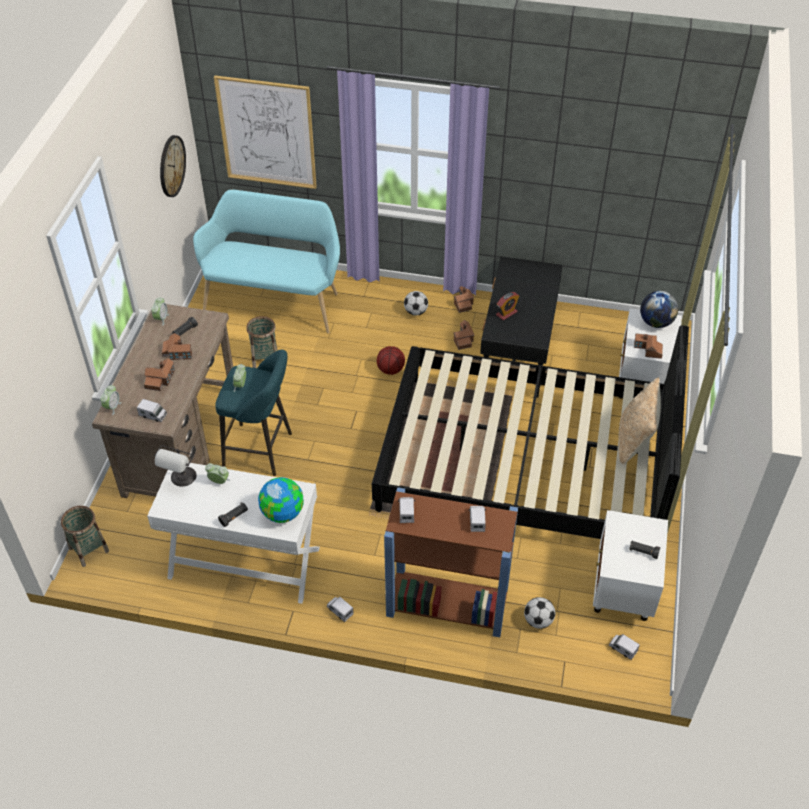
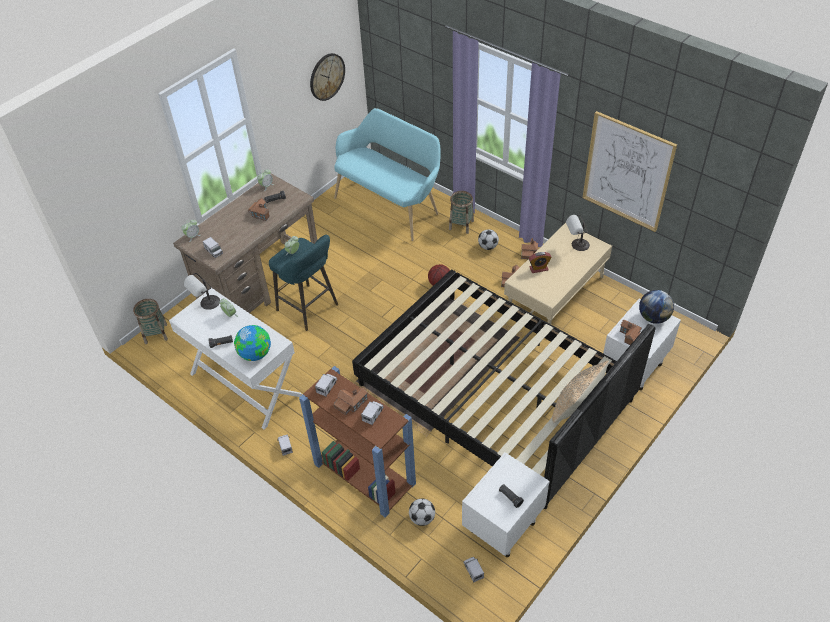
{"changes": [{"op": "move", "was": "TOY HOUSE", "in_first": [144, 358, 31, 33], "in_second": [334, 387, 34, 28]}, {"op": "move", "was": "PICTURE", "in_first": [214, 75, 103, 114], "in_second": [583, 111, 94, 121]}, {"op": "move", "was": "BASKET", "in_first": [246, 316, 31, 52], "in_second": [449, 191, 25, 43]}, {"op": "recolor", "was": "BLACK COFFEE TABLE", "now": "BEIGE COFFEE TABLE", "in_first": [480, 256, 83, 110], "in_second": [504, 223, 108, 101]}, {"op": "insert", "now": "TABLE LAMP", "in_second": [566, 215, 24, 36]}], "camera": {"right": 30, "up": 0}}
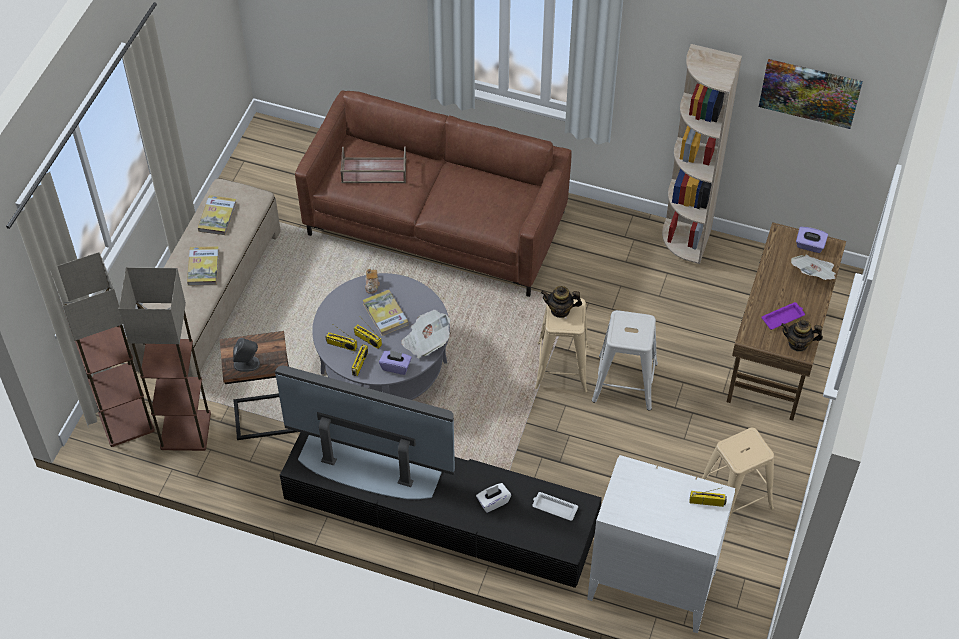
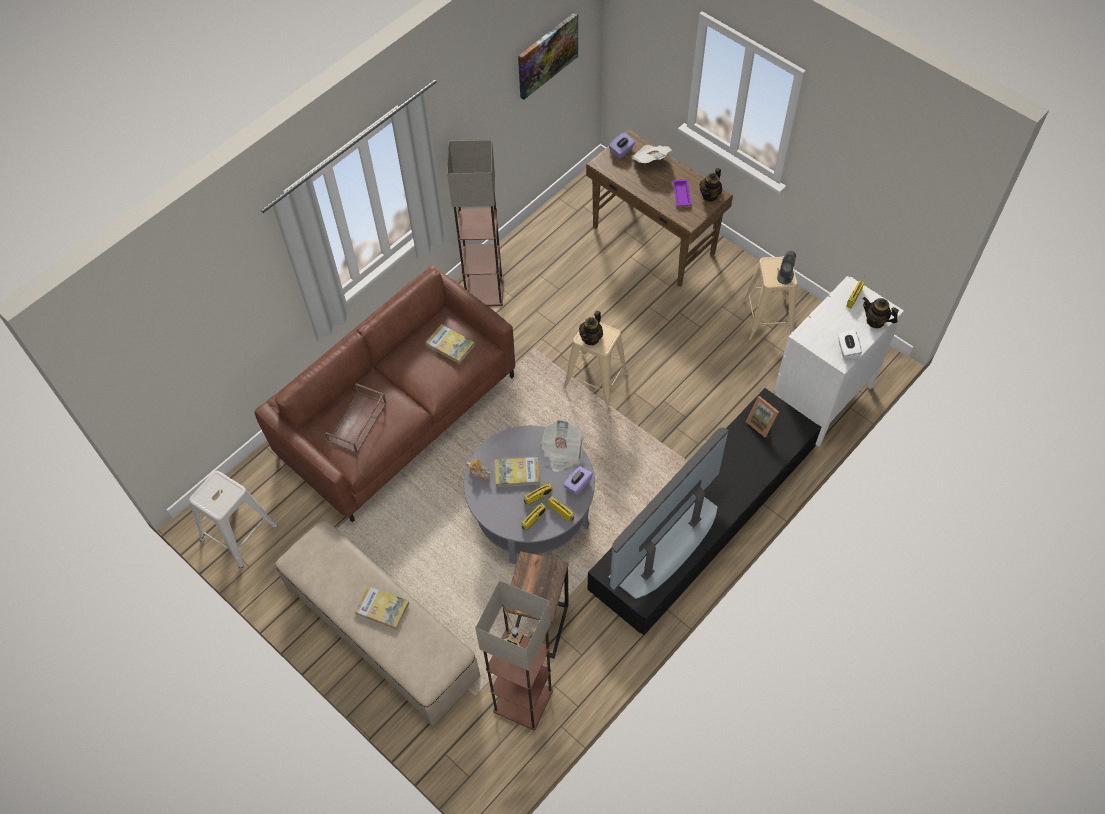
{"changes": [{"op": "move", "was": "FLOOR LAMP", "in_first": [50, 252, 105, 195], "in_second": [447, 140, 56, 166]}, {"op": "move", "was": "BOOK", "in_first": [198, 195, 39, 40], "in_second": [426, 324, 49, 40]}, {"op": "move", "was": "GREY SPEAKER", "in_first": [233, 338, 27, 34], "in_second": [777, 251, 19, 33]}, {"op": "move", "was": "WHITE TISSUE BOX", "in_first": [476, 483, 35, 30], "in_second": [838, 329, 24, 30]}, {"op": "replace", "was": "WHITE TRAY", "now": "PICTURE FRAME", "in_first": [532, 492, 46, 29], "in_second": [745, 396, 34, 41]}, {"op": "move", "was": "WHITE STOOL", "in_first": [592, 310, 66, 101], "in_second": [189, 471, 89, 97]}, {"op": "delete", "was": "BEIGE BOOKCASE", "in_first": [662, 44, 80, 220]}, {"op": "insert", "now": "TEAPOT", "in_second": [863, 297, 36, 31]}], "camera": {"right": -65, "up": 5}}
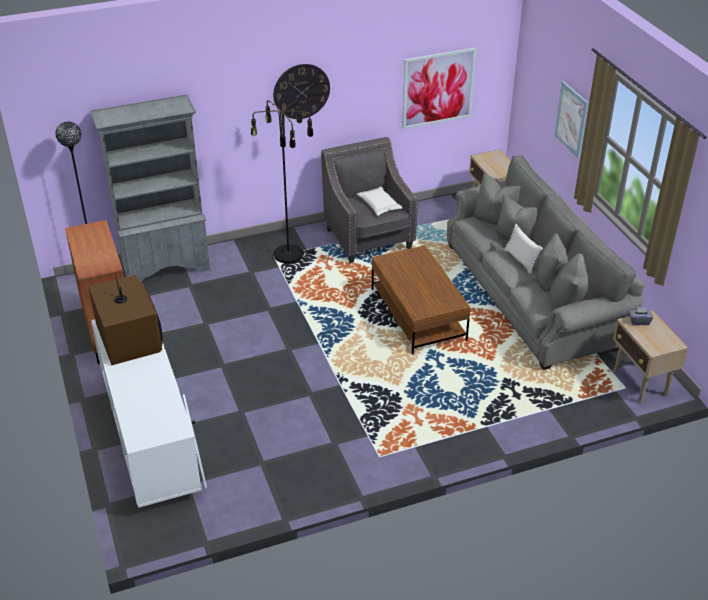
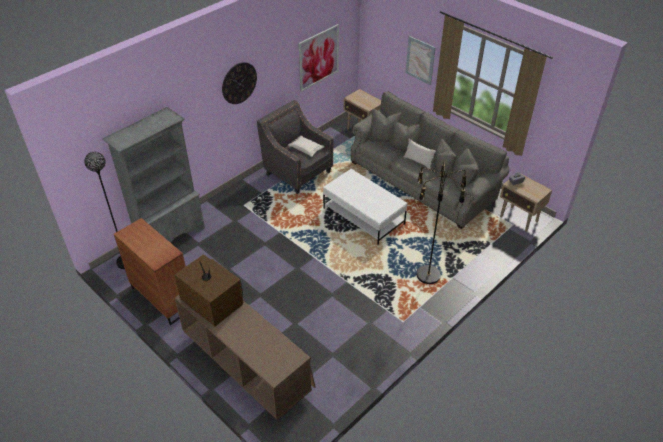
{"changes": [{"op": "recolor", "was": "WHITE TV STAND", "now": "BROWN TV STAND", "in_first": [91, 320, 116, 188], "in_second": [175, 295, 140, 125]}, {"op": "move", "was": "FLOOR LAMP", "in_first": [251, 100, 62, 163], "in_second": [416, 160, 50, 124]}, {"op": "recolor", "was": "BROWN COFFEE TABLE", "now": "WHITE COFFEE TABLE", "in_first": [372, 245, 98, 109], "in_second": [323, 169, 84, 76]}], "camera": {"right": -25, "up": 5}}
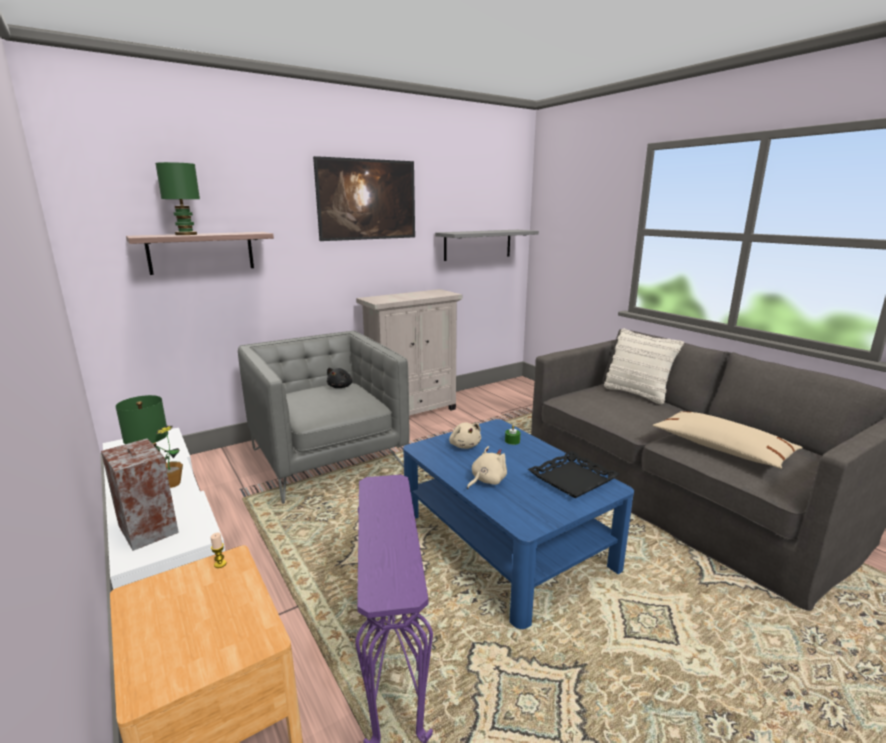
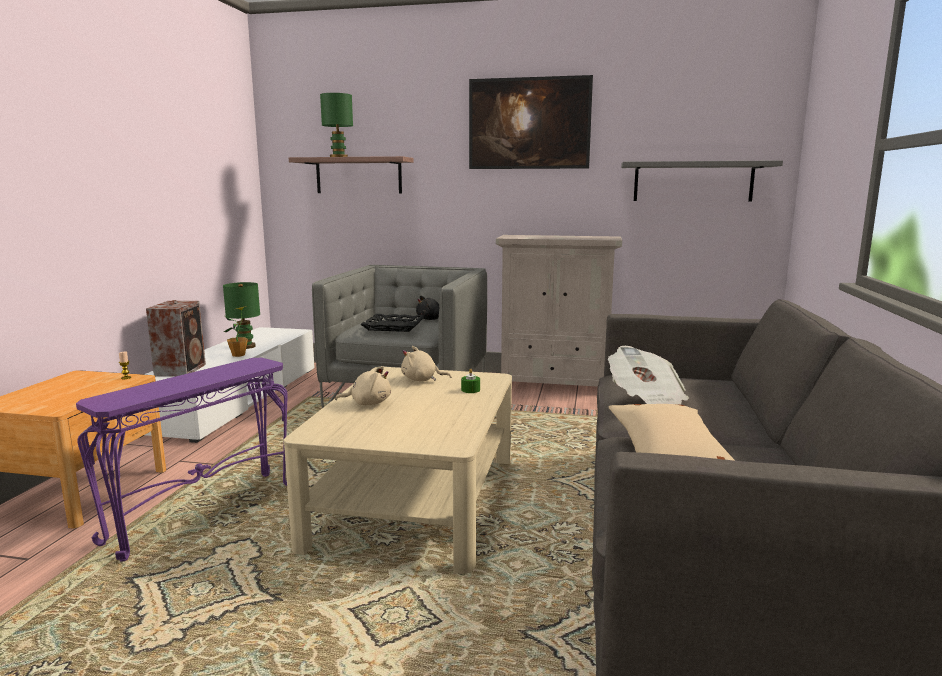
{"changes": [{"op": "recolor", "was": "BLUE COFFEE TABLE", "now": "BEIGE COFFEE TABLE", "in_first": [403, 419, 231, 210], "in_second": [284, 367, 228, 207]}, {"op": "rotate", "was": "BEIGE PLUSH TOY", "in_first": [449, 422, 32, 27], "in_second": [401, 346, 50, 35], "clockwise": 75}, {"op": "move", "was": "BLACK TRAY", "in_first": [528, 451, 92, 47], "in_second": [360, 314, 65, 18]}, {"op": "delete", "was": "BEIGE PILLOW", "in_first": [604, 328, 80, 76]}, {"op": "insert", "now": "NEWSPAPER", "in_second": [608, 346, 81, 59]}], "camera": {"right": 45, "up": -5}}
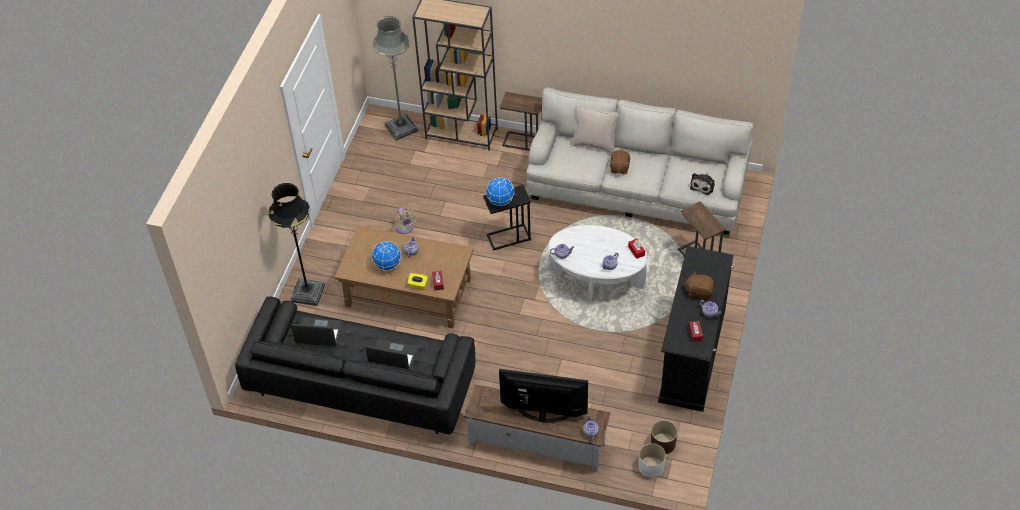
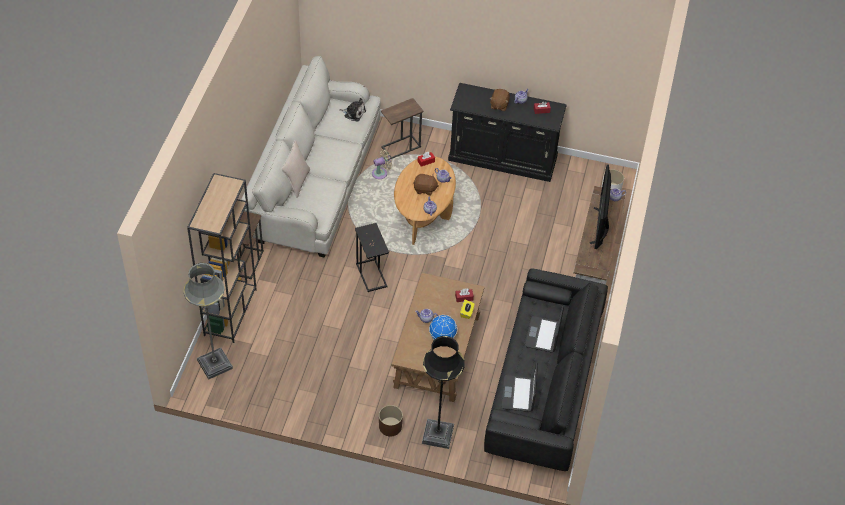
{"changes": [{"op": "move", "was": "BEIGE FAN", "in_first": [394, 207, 23, 27], "in_second": [372, 149, 20, 30]}, {"op": "delete", "was": "GLOBE", "in_first": [486, 178, 29, 28]}, {"op": "recolor", "was": "WHITE COFFEE TABLE", "now": "BROWN COFFEE TABLE", "in_first": [548, 225, 99, 78], "in_second": [394, 157, 62, 88]}, {"op": "move", "was": "BROWN PLUSH TOY", "in_first": [609, 150, 21, 24], "in_second": [413, 174, 26, 22]}, {"op": "move", "was": "BROWN PLANTER", "in_first": [651, 420, 27, 34], "in_second": [379, 405, 24, 31]}], "camera": {"right": -95, "up": 0}}
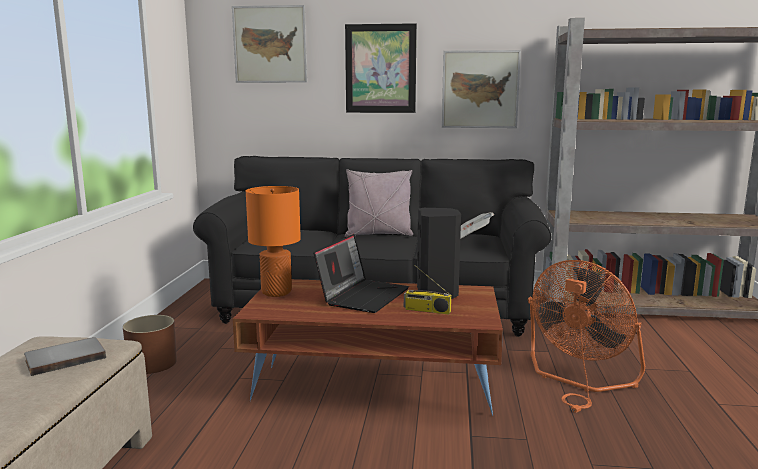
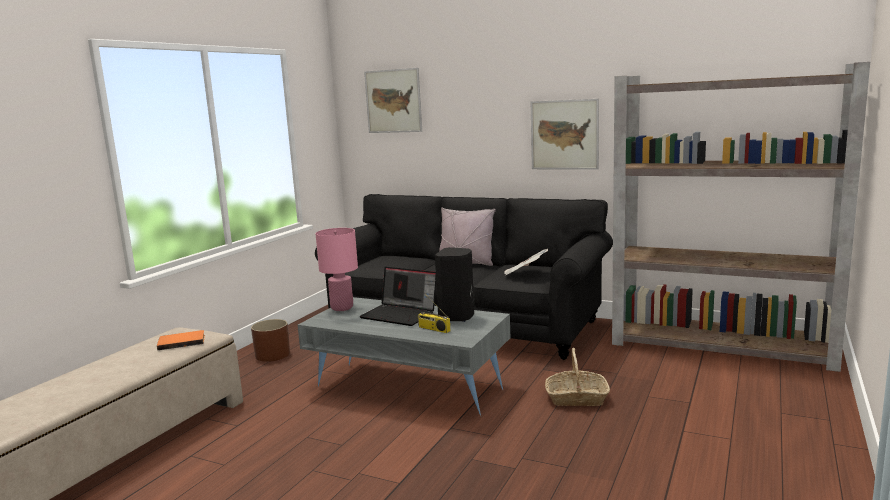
{"changes": [{"op": "recolor", "was": "GREY BOOK", "now": "ORANGE BOOK", "in_first": [24, 337, 82, 39], "in_second": [157, 330, 48, 20]}, {"op": "recolor", "was": "BROWN COFFEE TABLE", "now": "GREY COFFEE TABLE", "in_first": [233, 279, 270, 137], "in_second": [298, 297, 212, 119]}, {"op": "recolor", "was": "ORANGE TABLE LAMP", "now": "PINK TABLE LAMP", "in_first": [246, 186, 55, 111], "in_second": [315, 228, 43, 83]}, {"op": "rotate", "was": "LAPTOP", "in_first": [313, 234, 96, 79], "in_second": [359, 267, 77, 59], "clockwise": 75}, {"op": "delete", "was": "PICTURE", "in_first": [345, 23, 72, 90]}, {"op": "replace", "was": "ORANGE FAN", "now": "BASKET", "in_first": [528, 260, 117, 153], "in_second": [545, 348, 65, 58]}], "camera": {"right": 20, "up": 0}}
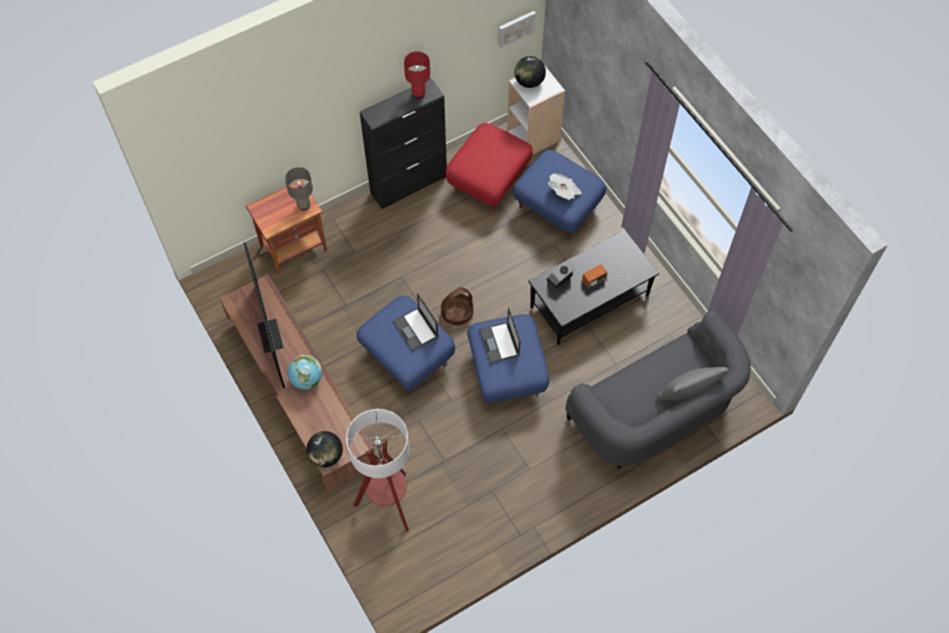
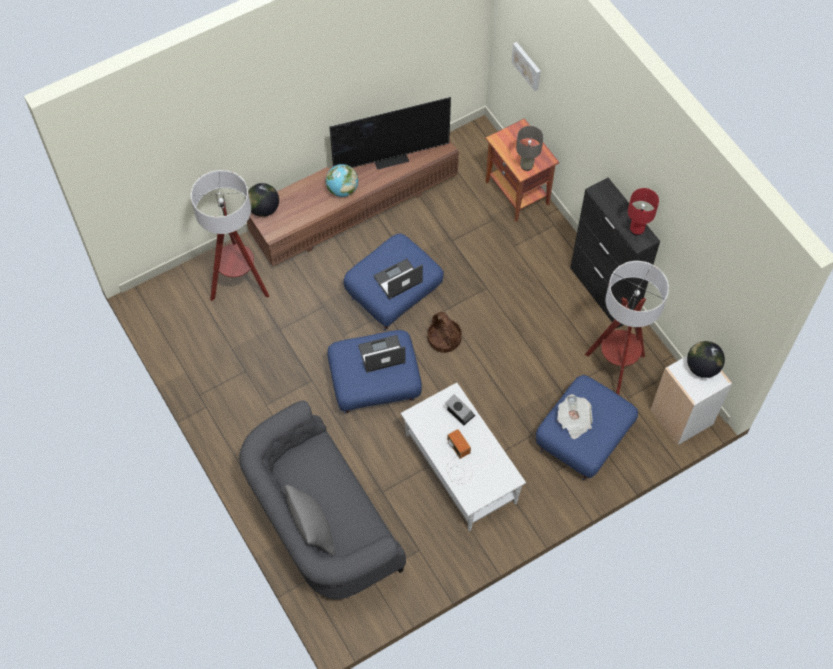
{"changes": [{"op": "replace", "was": "RED OTTOMAN", "now": "FLOOR LAMP", "in_first": [446, 123, 87, 89], "in_second": [585, 261, 84, 134]}, {"op": "move", "was": "PICTURE", "in_first": [498, 11, 38, 37], "in_second": [511, 42, 30, 49]}, {"op": "recolor", "was": "BLACK COFFEE TABLE", "now": "WHITE COFFEE TABLE", "in_first": [528, 230, 131, 115], "in_second": [400, 383, 126, 148]}], "camera": {"right": 90, "up": 0}}
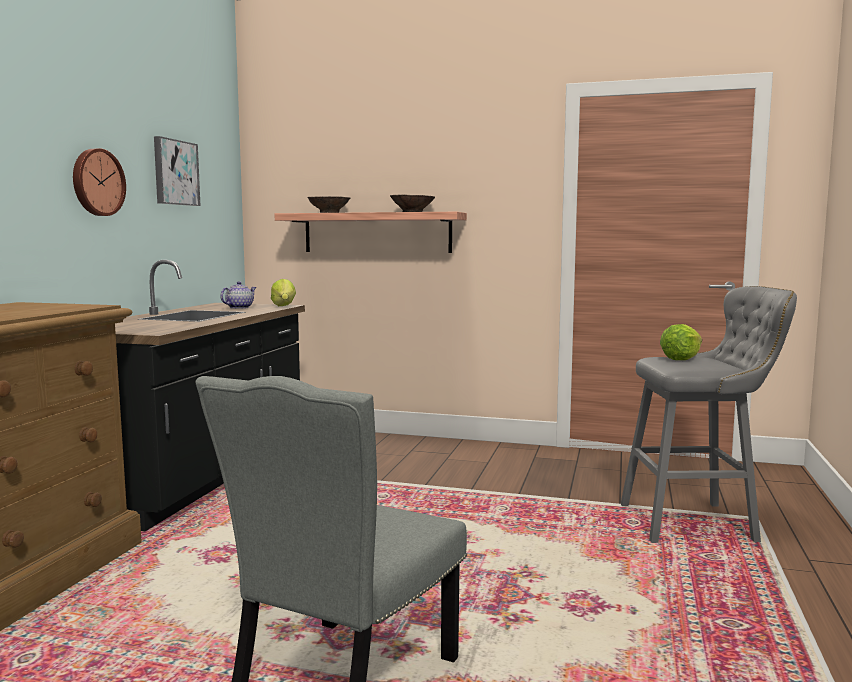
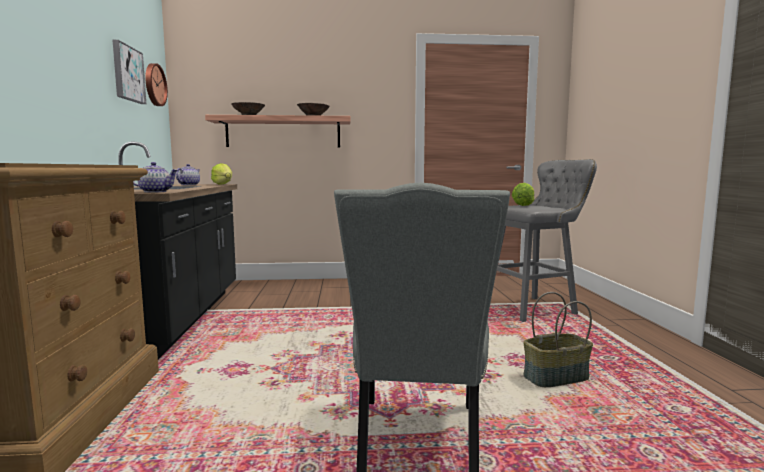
{"changes": [{"op": "move", "was": "WALL CLOCK", "in_first": [73, 148, 53, 68], "in_second": [145, 63, 23, 43]}, {"op": "insert", "now": "TEAPOT", "in_second": [133, 162, 45, 31]}, {"op": "insert", "now": "BASKET", "in_second": [523, 292, 70, 95]}], "camera": {"right": -20, "up": 0}}
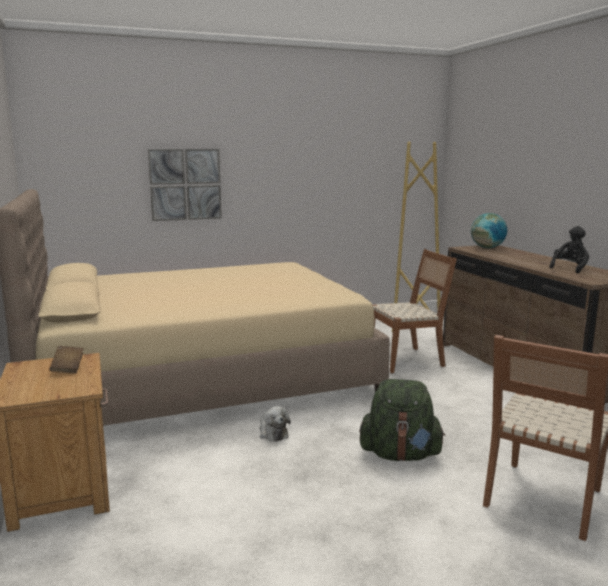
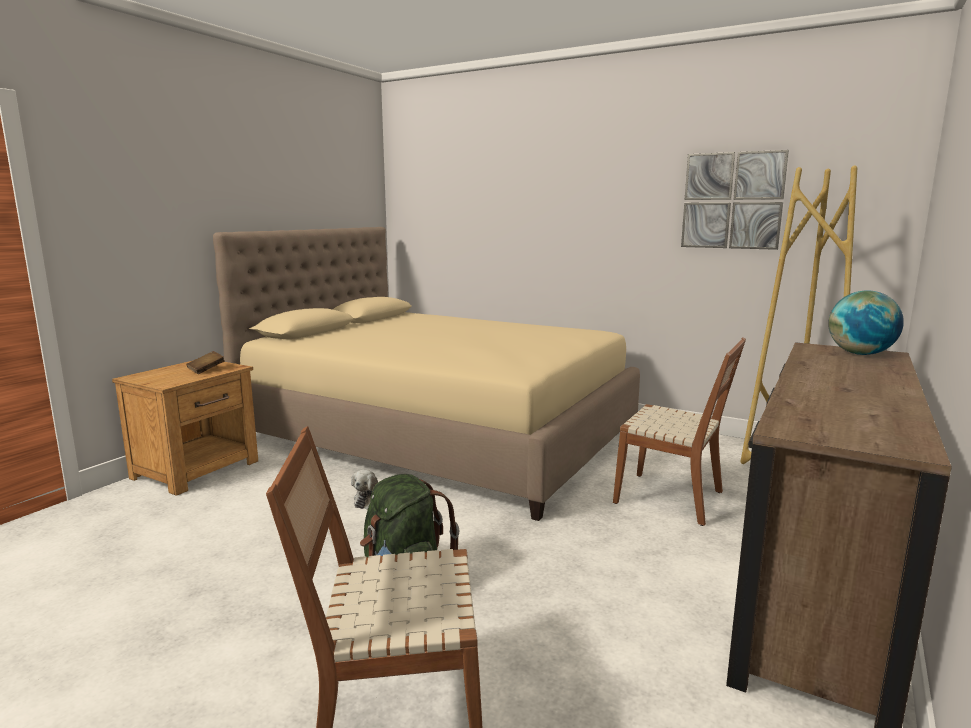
{"changes": [{"op": "move", "was": "PICTURE", "in_first": [148, 149, 74, 72], "in_second": [681, 150, 108, 100]}, {"op": "delete", "was": "BLACK PLUSH TOY", "in_first": [549, 226, 40, 47]}], "camera": {"right": 50, "up": 0}}
